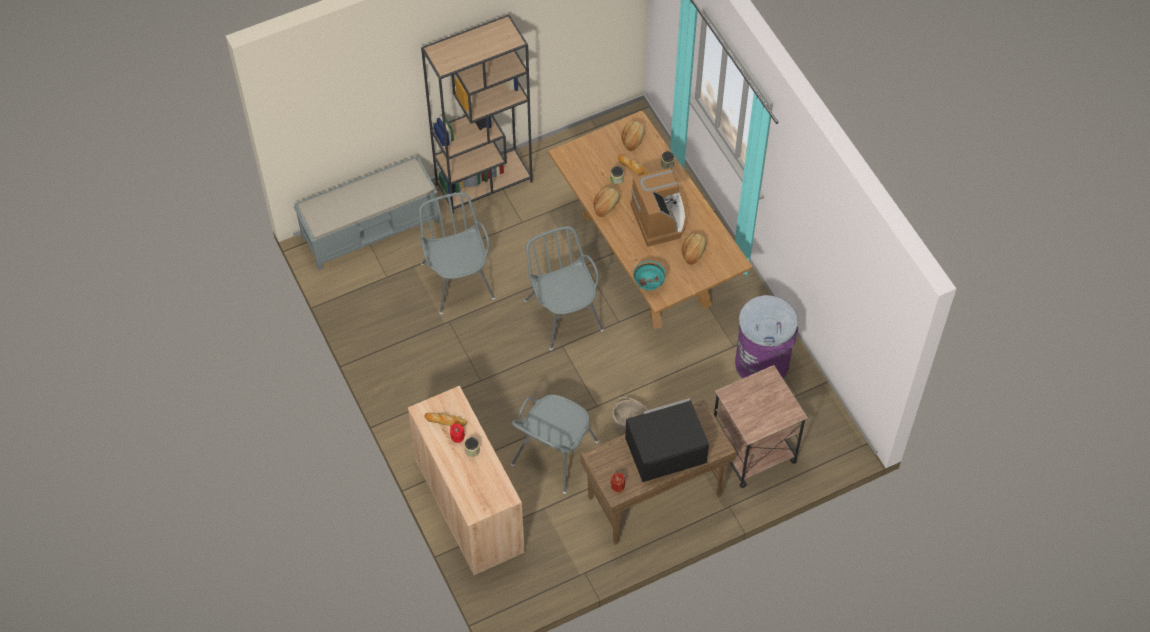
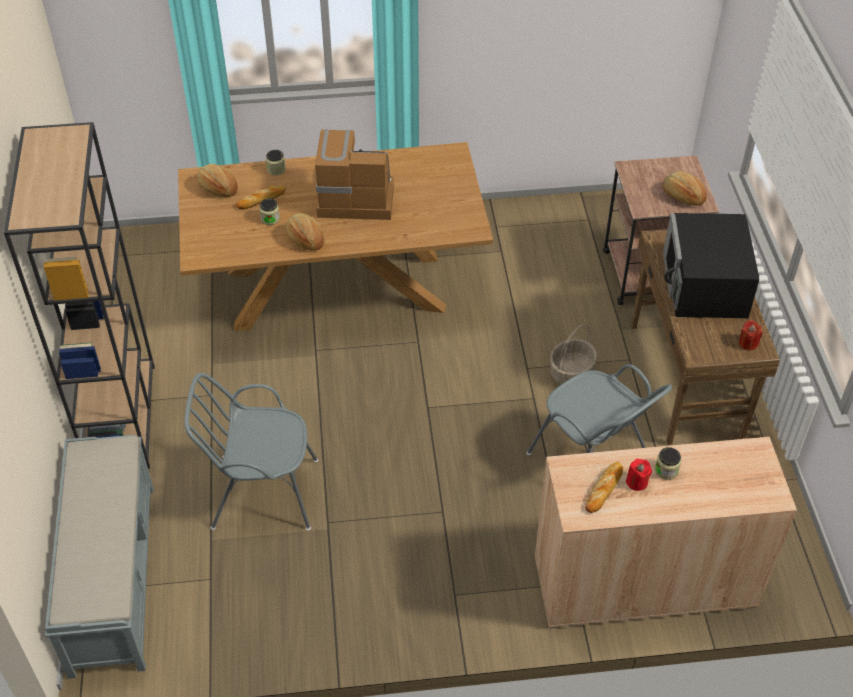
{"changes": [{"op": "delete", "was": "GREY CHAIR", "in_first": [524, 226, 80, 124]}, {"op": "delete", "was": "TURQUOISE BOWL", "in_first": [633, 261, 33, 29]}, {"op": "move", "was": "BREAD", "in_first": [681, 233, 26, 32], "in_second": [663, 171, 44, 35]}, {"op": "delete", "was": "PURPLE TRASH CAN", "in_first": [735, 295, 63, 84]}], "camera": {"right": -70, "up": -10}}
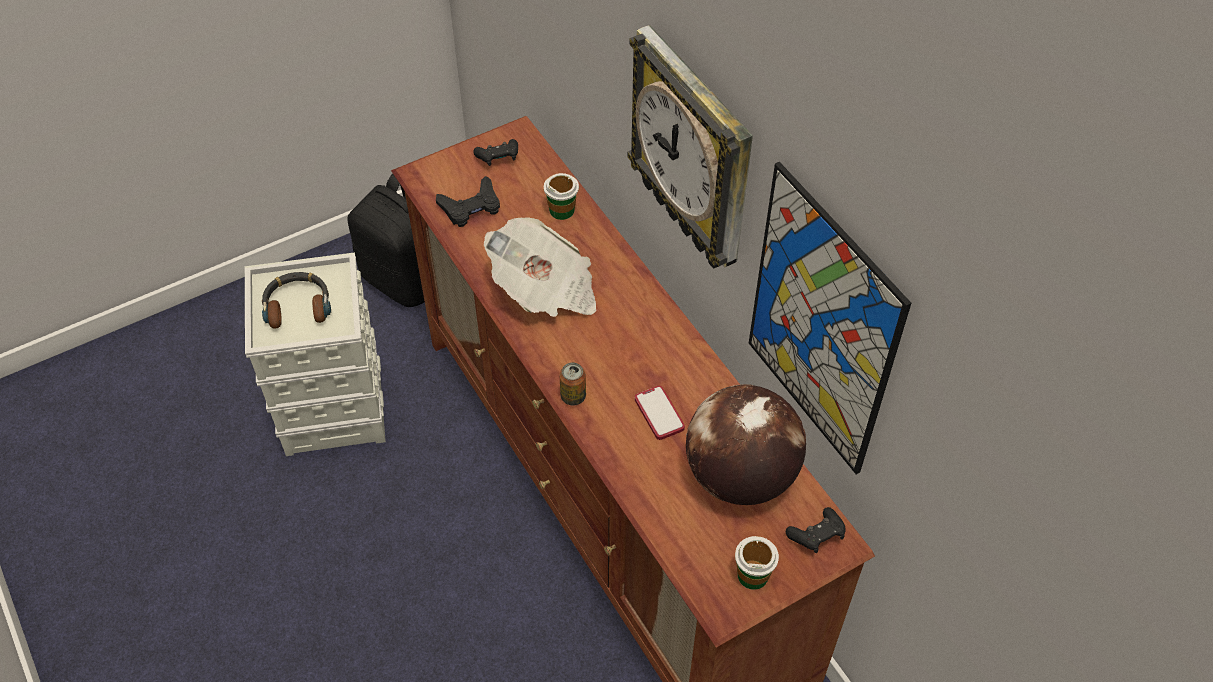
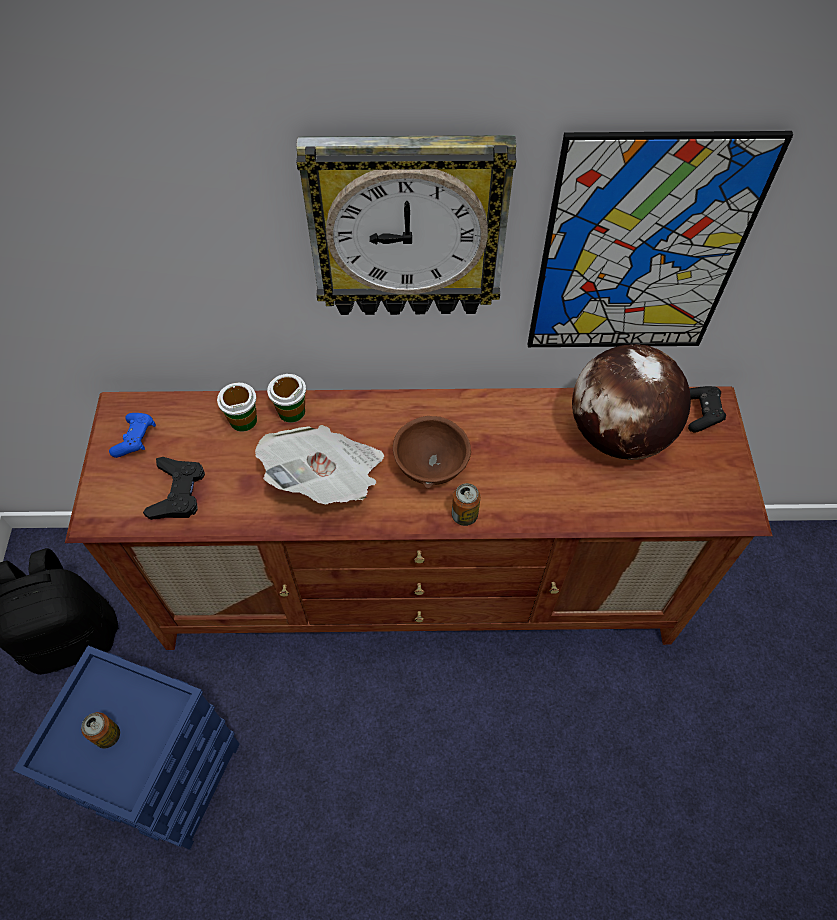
{"changes": [{"op": "recolor", "was": "GREY STORAGE BOX", "now": "BLUE STORAGE BOX", "in_first": [245, 252, 141, 204], "in_second": [13, 646, 227, 204]}, {"op": "replace", "was": "HEADPHONES", "now": "CAN", "in_first": [262, 272, 69, 57], "in_second": [81, 712, 39, 37]}, {"op": "recolor", "was": "BLACK GAME CONTROLLER", "now": "BLUE GAME CONTROLLER", "in_first": [473, 139, 45, 27], "in_second": [109, 413, 47, 45]}, {"op": "delete", "was": "PHONE", "in_first": [635, 386, 50, 54]}, {"op": "move", "was": "CUP", "in_first": [735, 536, 44, 54], "in_second": [267, 374, 39, 49]}, {"op": "insert", "now": "BROWN BOWL", "in_second": [393, 416, 78, 73]}], "camera": {"right": -60, "up": 5}}
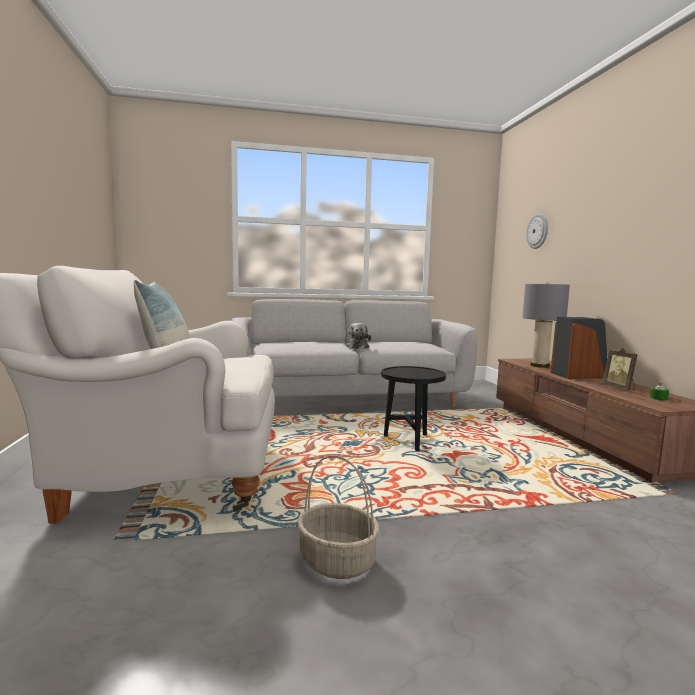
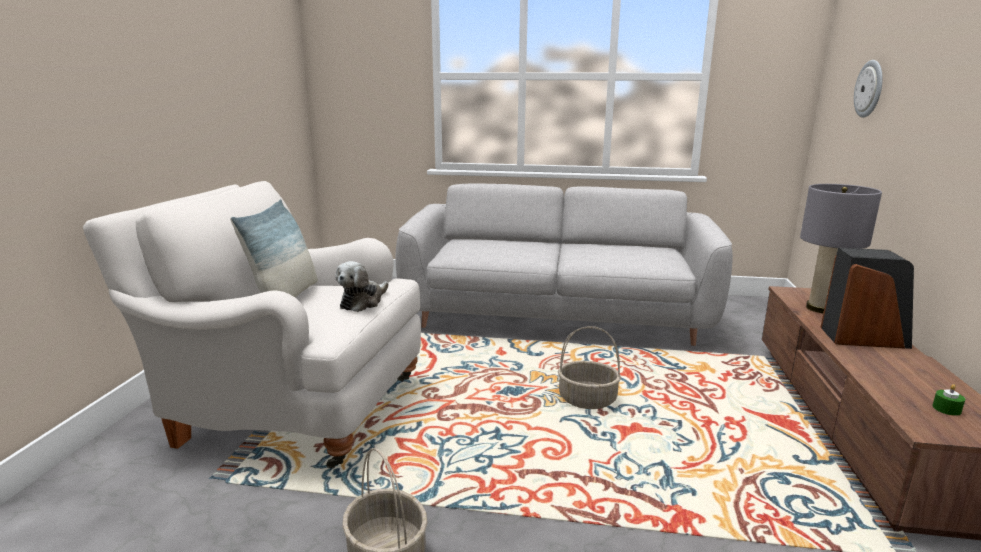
{"changes": [{"op": "move", "was": "PLUSH TOY", "in_first": [346, 323, 25, 26], "in_second": [335, 261, 54, 51]}, {"op": "replace", "was": "BLACK SIDE TABLE", "now": "BASKET", "in_first": [381, 366, 65, 85], "in_second": [558, 326, 63, 83]}, {"op": "delete", "was": "PICTURE FRAME", "in_first": [602, 348, 36, 42]}], "camera": {"right": 20, "up": 10}}
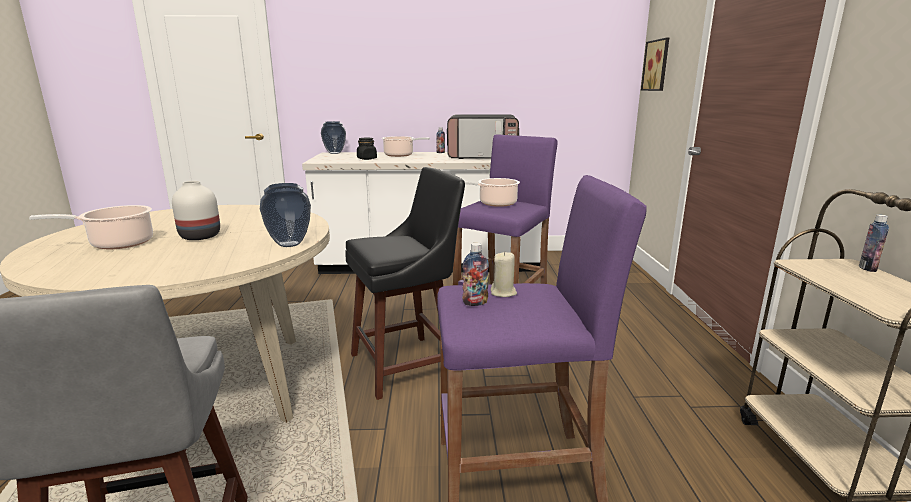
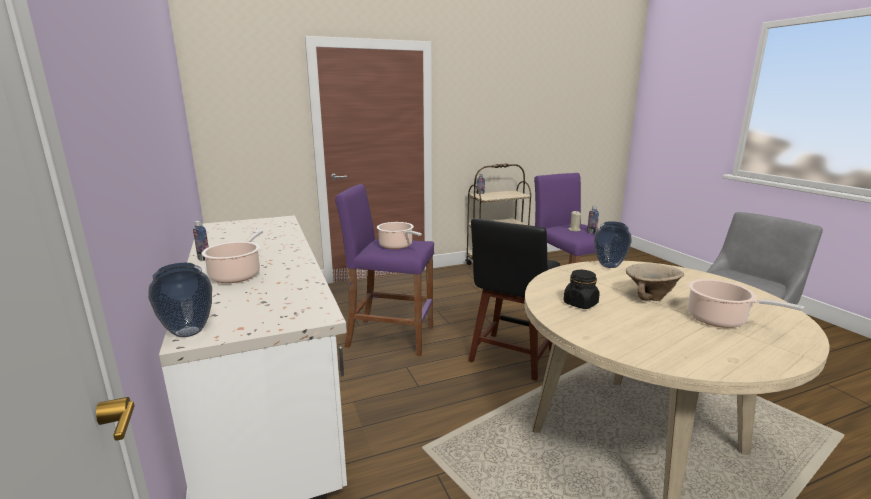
{"changes": [{"op": "replace", "was": "WHITE VASE", "now": "BEIGE BOWL", "in_first": [172, 181, 48, 59], "in_second": [626, 263, 58, 38]}, {"op": "rotate", "was": "BLACK CHAIR", "in_first": [346, 167, 119, 233], "in_second": [468, 218, 92, 163], "clockwise": -105}, {"op": "move", "was": "BLACK JAR", "in_first": [357, 138, 20, 22], "in_second": [564, 270, 36, 39]}, {"op": "delete", "was": "MICROWAVE", "in_first": [447, 114, 72, 45]}, {"op": "delete", "was": "PICTURE", "in_first": [641, 38, 28, 53]}], "camera": {"right": -110, "up": 0}}
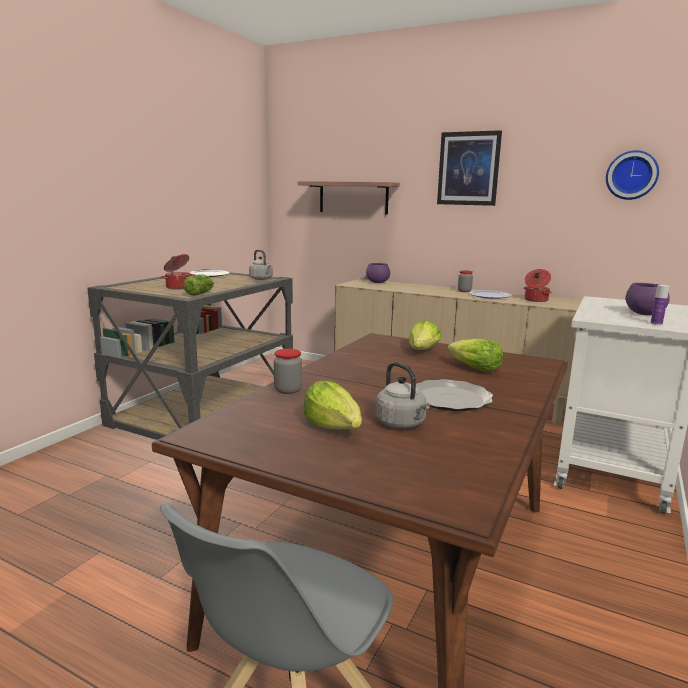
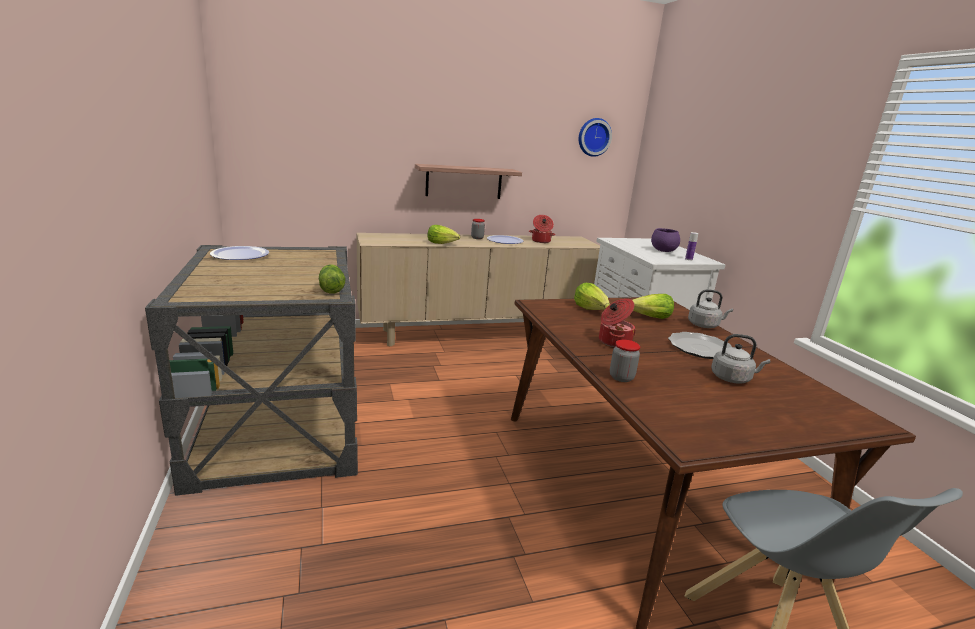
{"changes": [{"op": "move", "was": "COOKING POT", "in_first": [160, 254, 36, 35], "in_second": [599, 298, 37, 49]}, {"op": "move", "was": "GREY KETTLE", "in_first": [249, 250, 24, 30], "in_second": [688, 290, 45, 38]}, {"op": "move", "was": "SHELF", "in_first": [297, 181, 103, 33], "in_second": [415, 164, 107, 35]}, {"op": "move", "was": "LETTUCE", "in_first": [304, 381, 58, 49], "in_second": [427, 225, 33, 19]}, {"op": "delete", "was": "PURPLE BOWL", "in_first": [366, 263, 24, 20]}, {"op": "delete", "was": "PICTURE", "in_first": [437, 130, 65, 76]}], "camera": {"right": -45, "up": 5}}
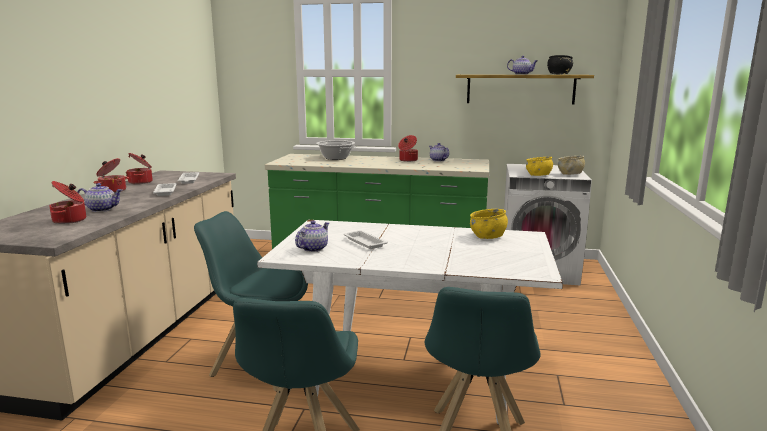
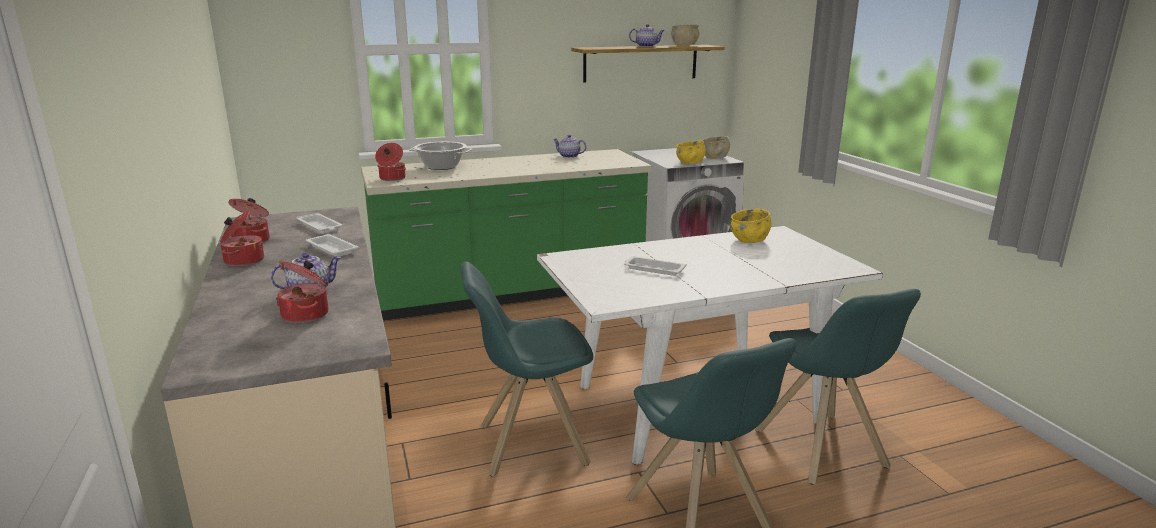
{"changes": [{"op": "delete", "was": "TEAPOT", "in_first": [295, 221, 34, 31]}, {"op": "move", "was": "COOKING POT", "in_first": [398, 135, 20, 27], "in_second": [375, 143, 31, 38]}, {"op": "recolor", "was": "BLACK BOWL", "now": "BEIGE BOWL", "in_first": [547, 55, 26, 20], "in_second": [671, 24, 28, 21]}], "camera": {"right": -30, "up": 5}}
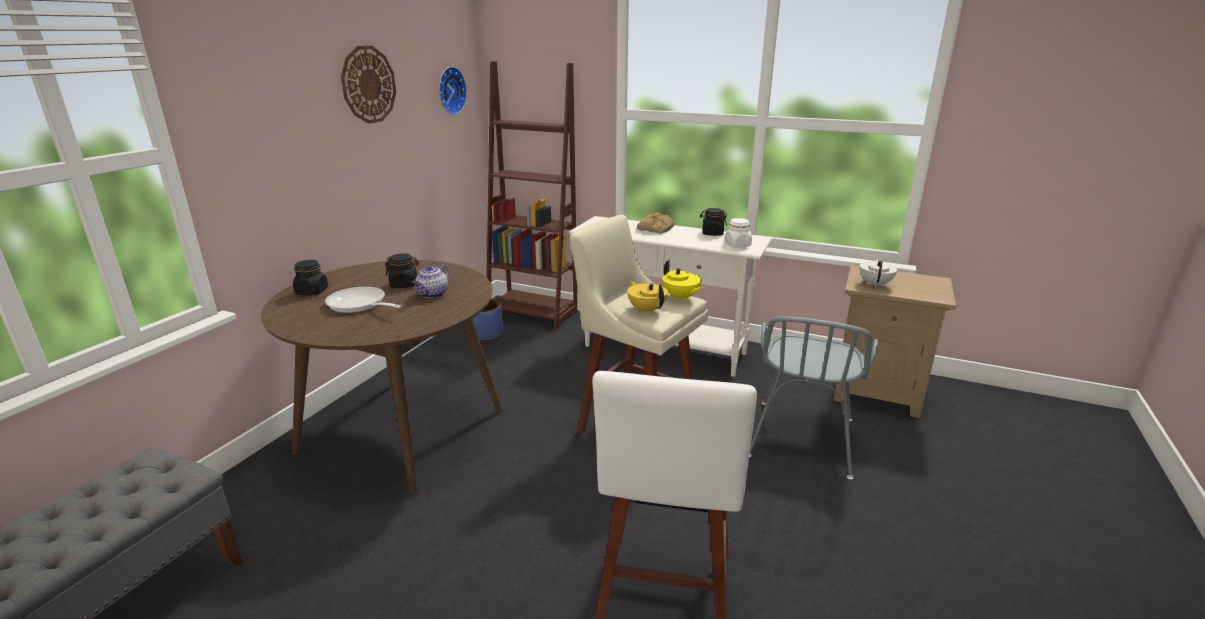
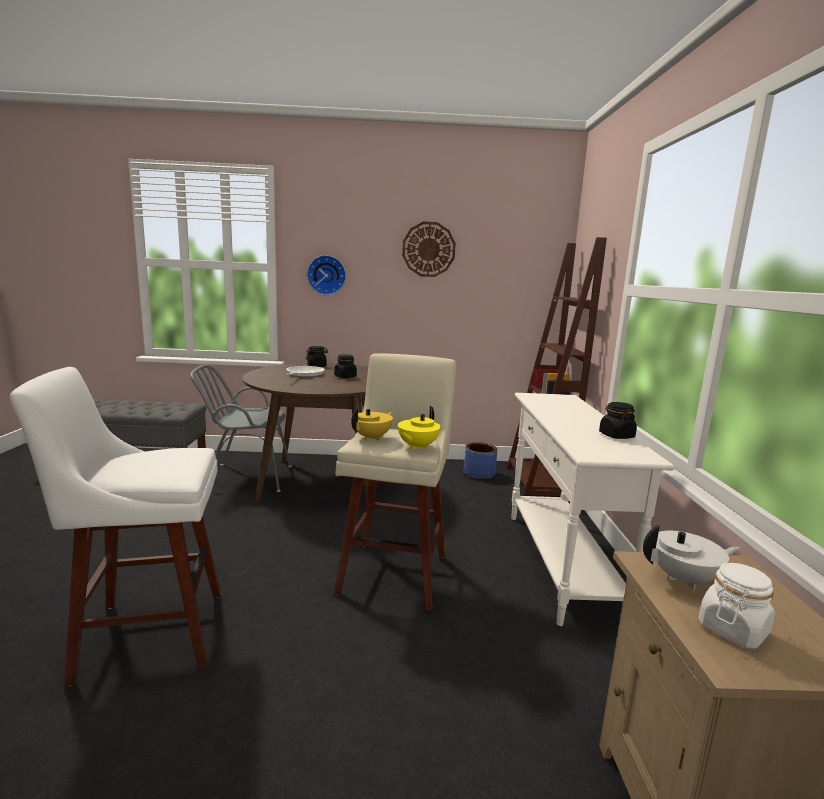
{"changes": [{"op": "delete", "was": "TEAPOT", "in_first": [412, 265, 37, 33]}, {"op": "move", "was": "WALL CLOCK", "in_first": [439, 66, 28, 49], "in_second": [307, 255, 39, 41]}, {"op": "delete", "was": "BREAD", "in_first": [637, 213, 37, 21]}, {"op": "move", "was": "WHITE JAR", "in_first": [725, 218, 27, 30], "in_second": [698, 563, 77, 86]}, {"op": "move", "was": "GREY CHAIR", "in_first": [749, 316, 130, 164], "in_second": [190, 365, 102, 127]}], "camera": {"right": 65, "up": -10}}
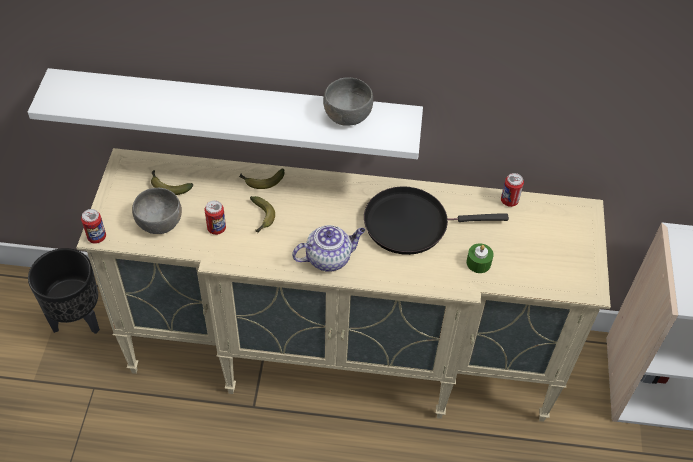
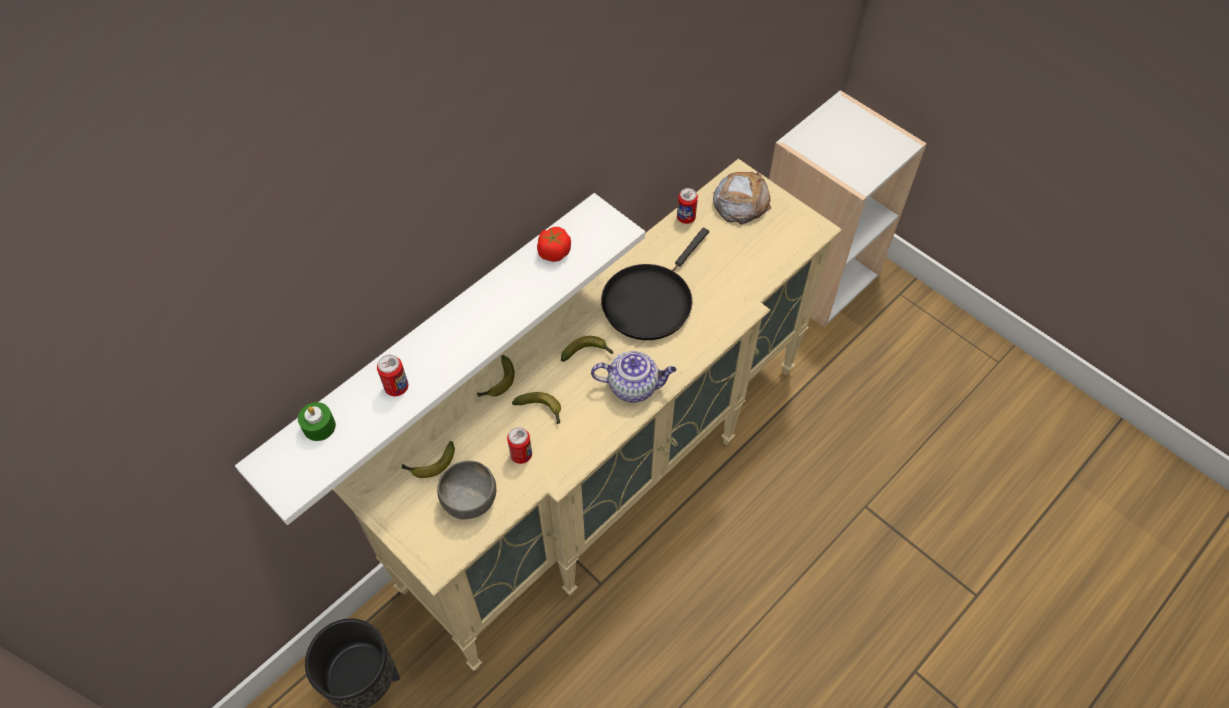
{"changes": [{"op": "move", "was": "CAN", "in_first": [81, 209, 25, 35], "in_second": [377, 355, 32, 41]}, {"op": "rotate", "was": "TEAPOT", "in_first": [292, 225, 73, 47], "in_second": [591, 351, 85, 51], "clockwise": 75}, {"op": "replace", "was": "GREY BOWL", "now": "TOMATO", "in_first": [323, 77, 50, 49], "in_second": [537, 227, 34, 35]}, {"op": "move", "was": "GREEN CANDLE", "in_first": [466, 243, 28, 30], "in_second": [298, 402, 38, 39]}, {"op": "insert", "now": "BANANA", "in_second": [561, 336, 53, 26]}, {"op": "insert", "now": "BREAD", "in_second": [713, 171, 58, 54]}], "camera": {"right": -50, "up": 5}}
